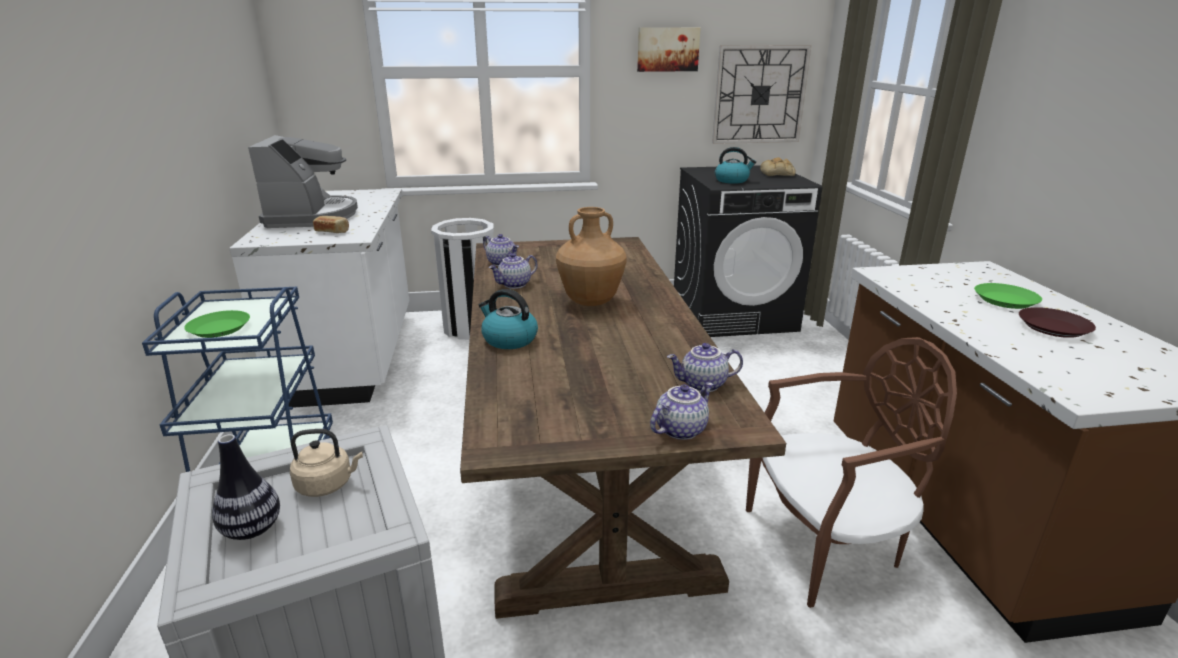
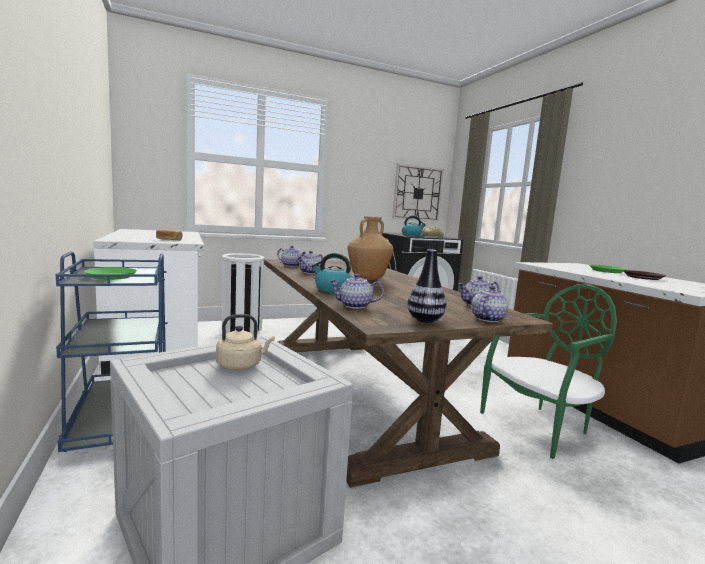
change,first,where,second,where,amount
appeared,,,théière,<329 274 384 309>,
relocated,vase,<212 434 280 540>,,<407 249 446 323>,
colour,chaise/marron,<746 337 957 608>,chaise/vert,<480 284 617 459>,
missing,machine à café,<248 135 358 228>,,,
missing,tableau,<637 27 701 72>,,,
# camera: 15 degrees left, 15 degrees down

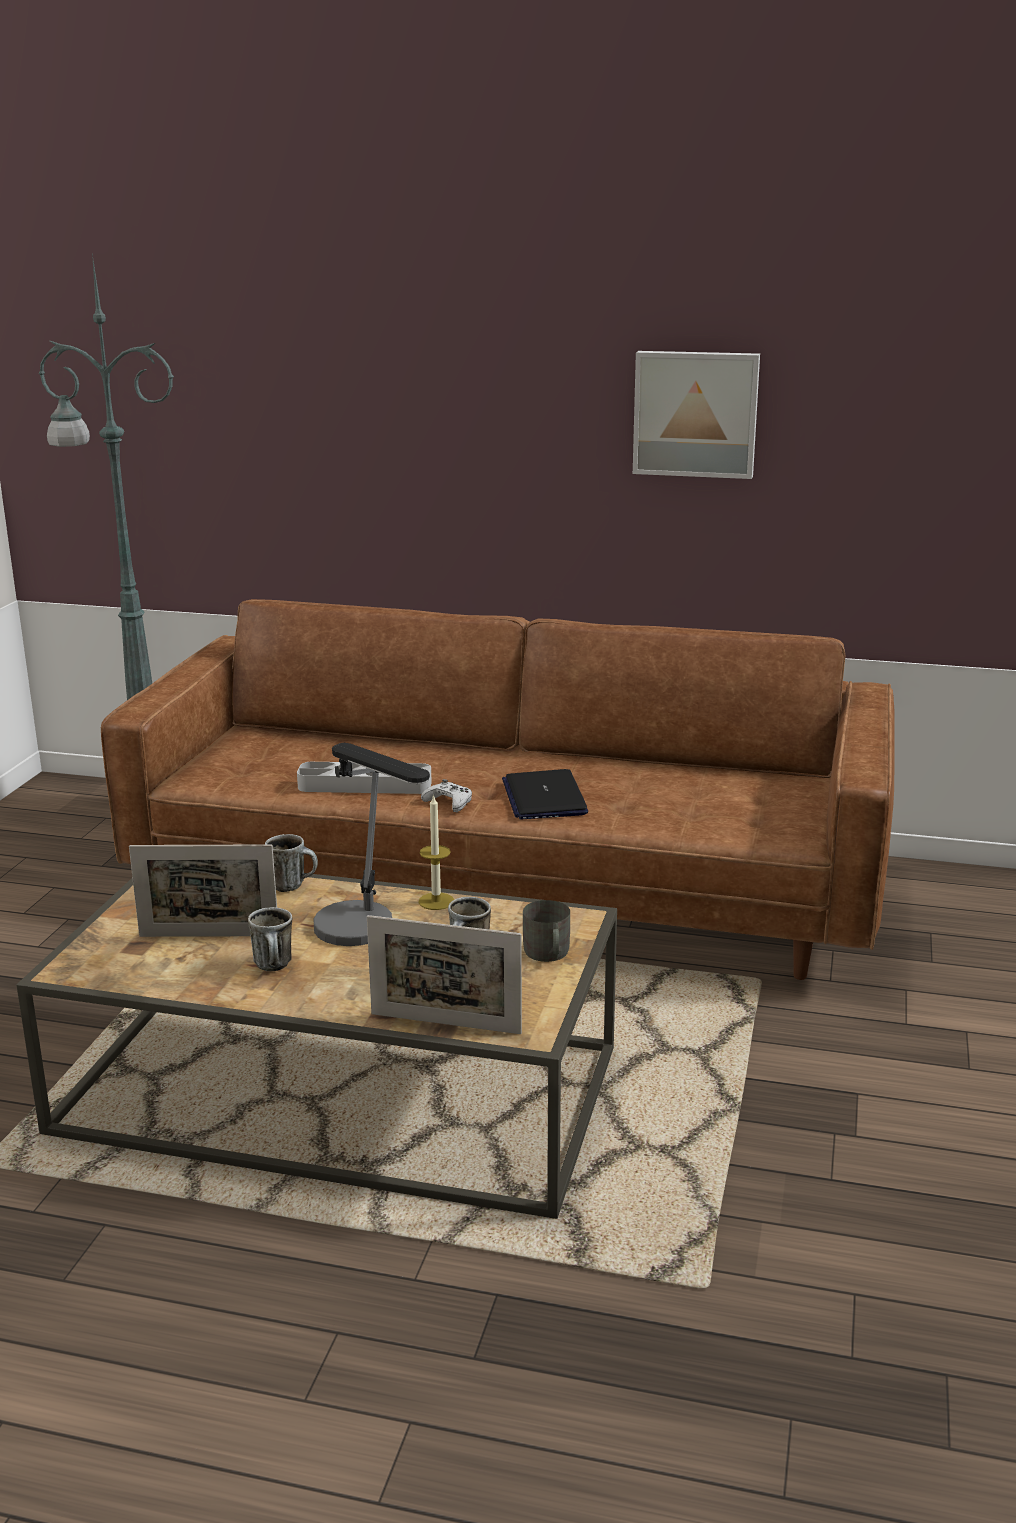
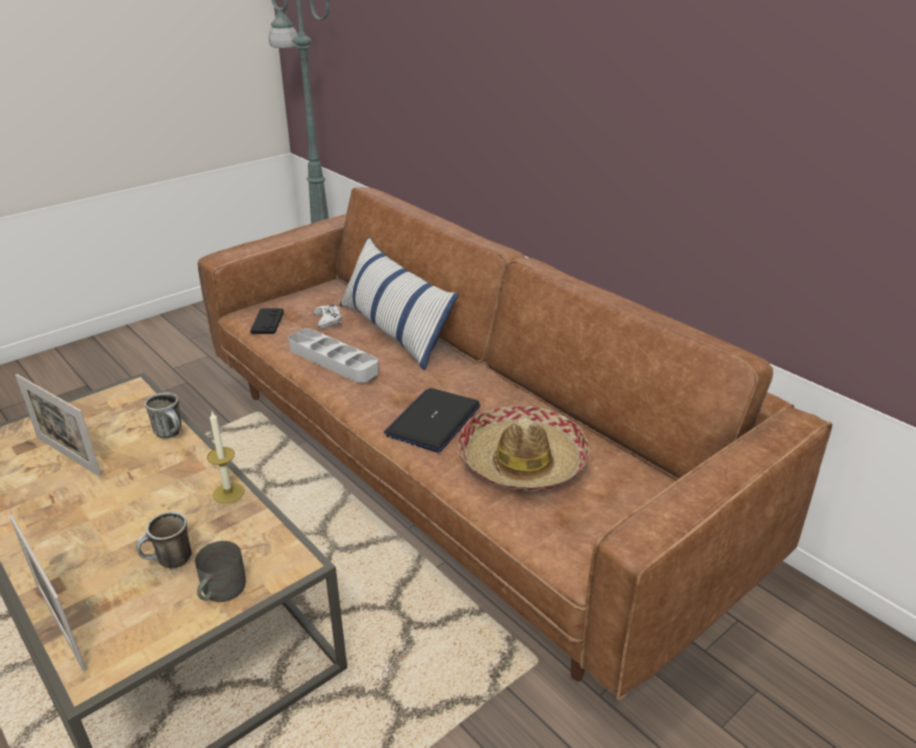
change,first,where,second,where,amount
appeared,,,manette/noir,<250 308 284 334>,
relocated,manette/blanc,<421 779 472 812>,,<314 303 342 329>,
appeared,,,coussin,<340 237 459 371>,
appeared,,,chapeau,<458 406 590 491>,
missing,mug,<248 907 292 971>,,,
missing,lampe de table,<314 743 430 946>,,,
missing,tableau,<633 351 760 479>,,,
# camera: 35 degrees right, 10 degrees up

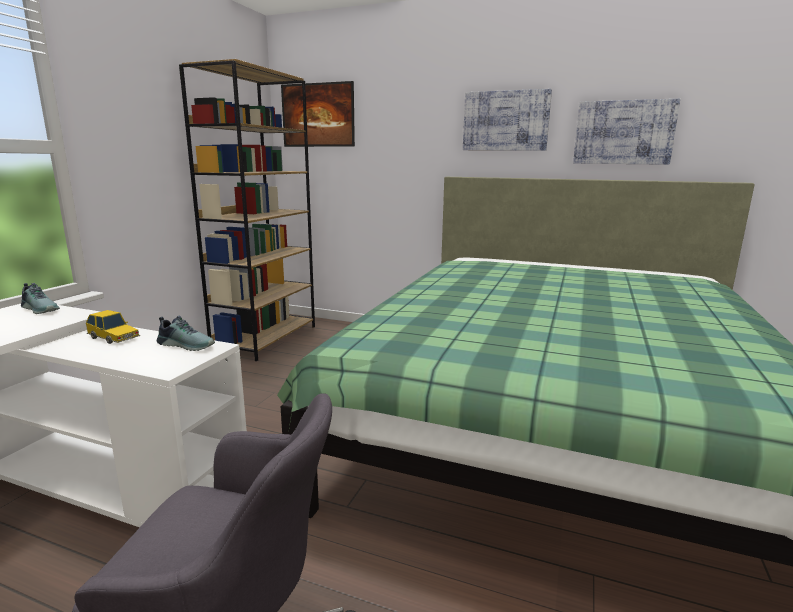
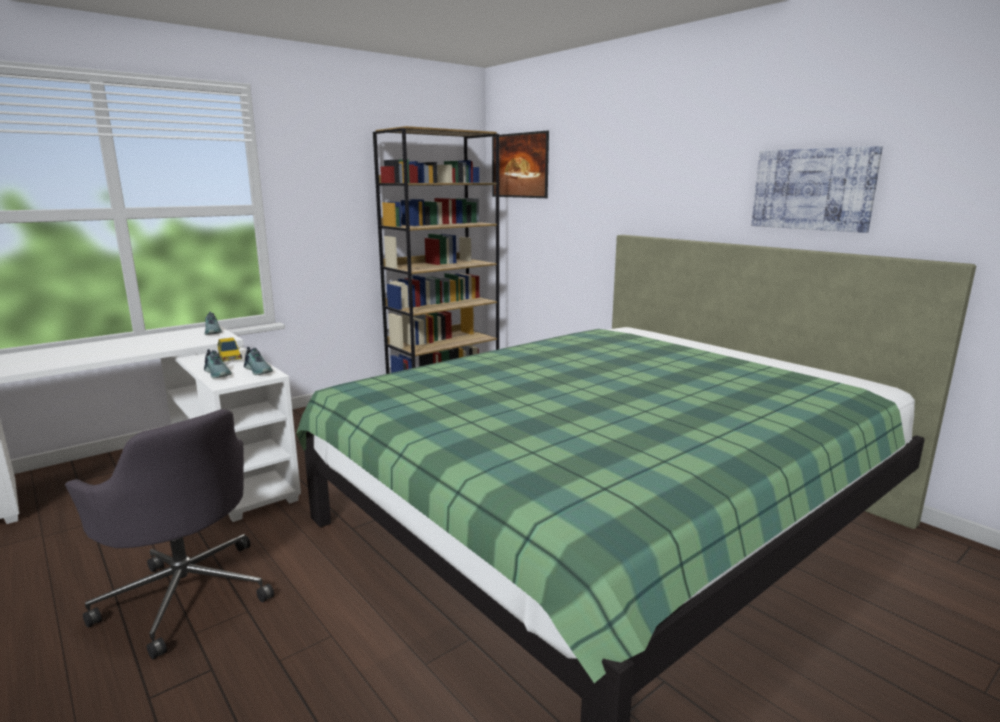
change,first,where,second,where,amount
appeared,,,chaussure,<204 349 232 378>,
missing,tableau,<463 89 552 151>,,,
# camera: 30 degrees right, 0 degrees up

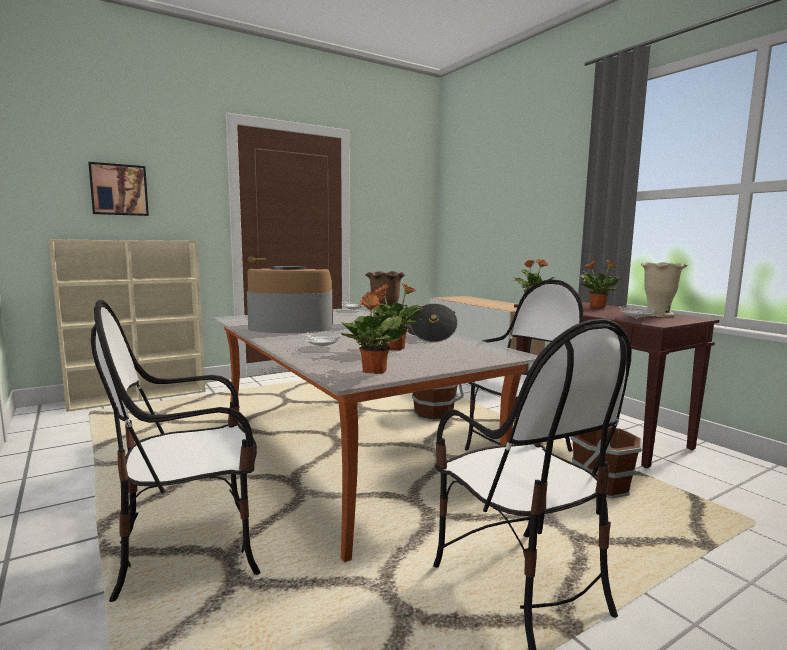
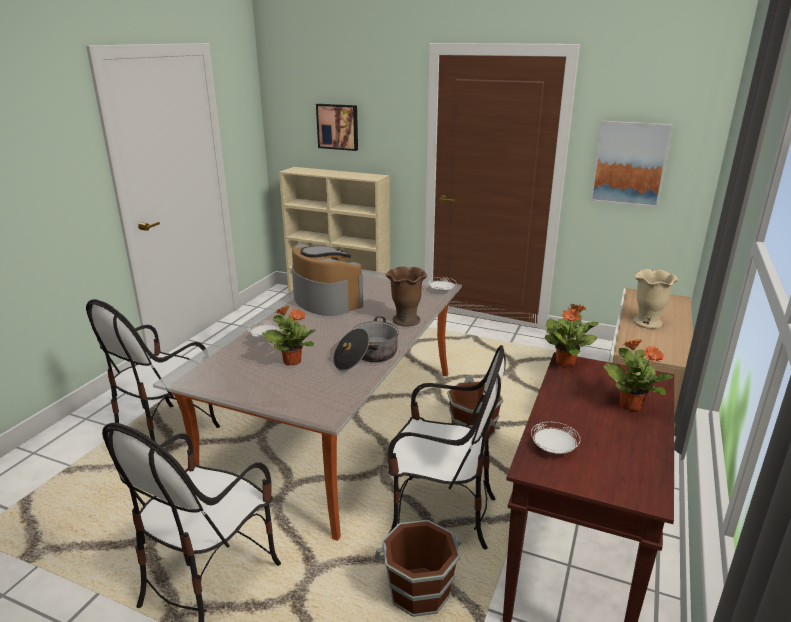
change,first,where,second,where,amount
spun,chaise,<91 300 260 602>,,<86 299 220 441>,90 degrees counterclockwise
appeared,,,tableau,<590 121 673 207>,
relocated,vase/beige,<641 262 687 317>,,<633 269 679 329>,
missing,plante en pot,<341 291 407 374>,,,
# camera: 55 degrees right, 15 degrees up

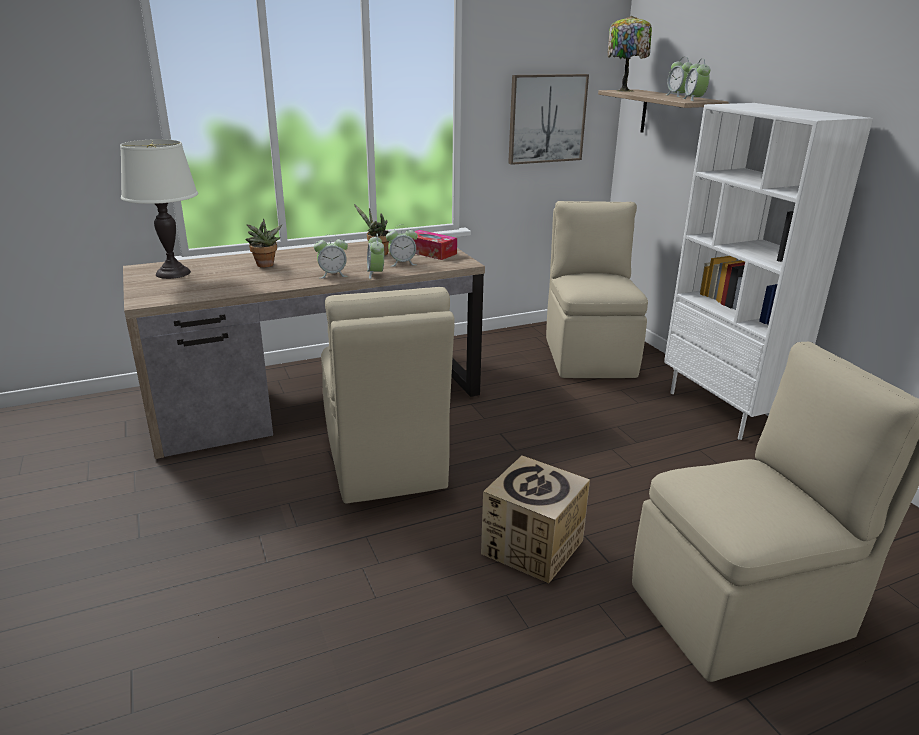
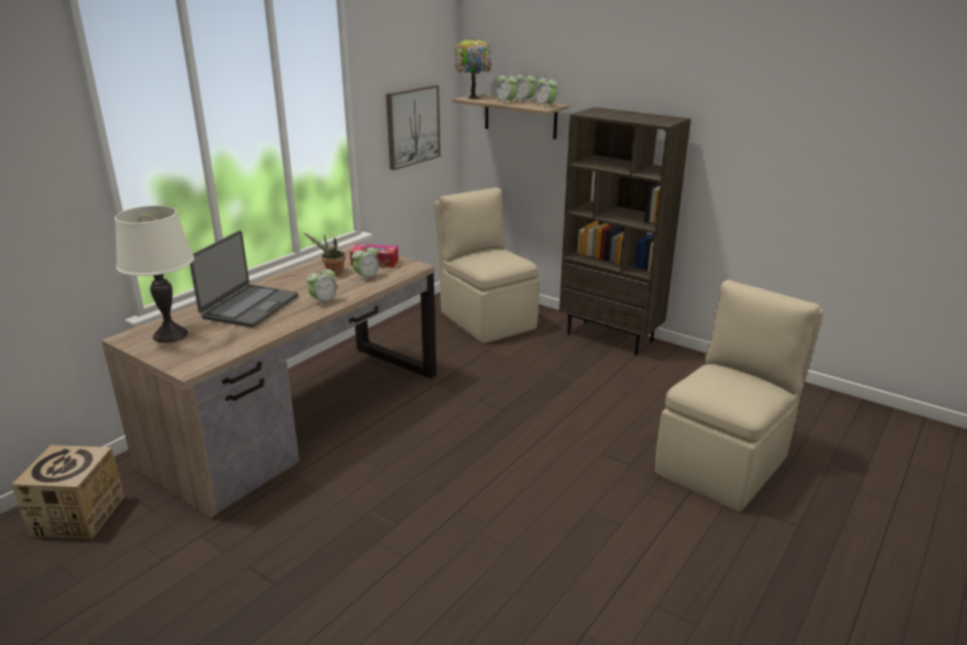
change,first,where,second,where,amount
relocated,carton,<481 455 590 583>,,<11 445 124 539>,
exchanged,plante en pot,<246 218 282 268>,ordinateur portable,<190 231 298 328>,
relocated,réveil,<367 234 384 279>,,<496 73 517 104>,
colour,bibliothèque/blanc,<664 103 873 440>,bibliothèque/marron,<559 107 691 356>,
missing,chaise/beige,<321 287 455 504>,,,
# camera: 30 degrees left, 0 degrees up

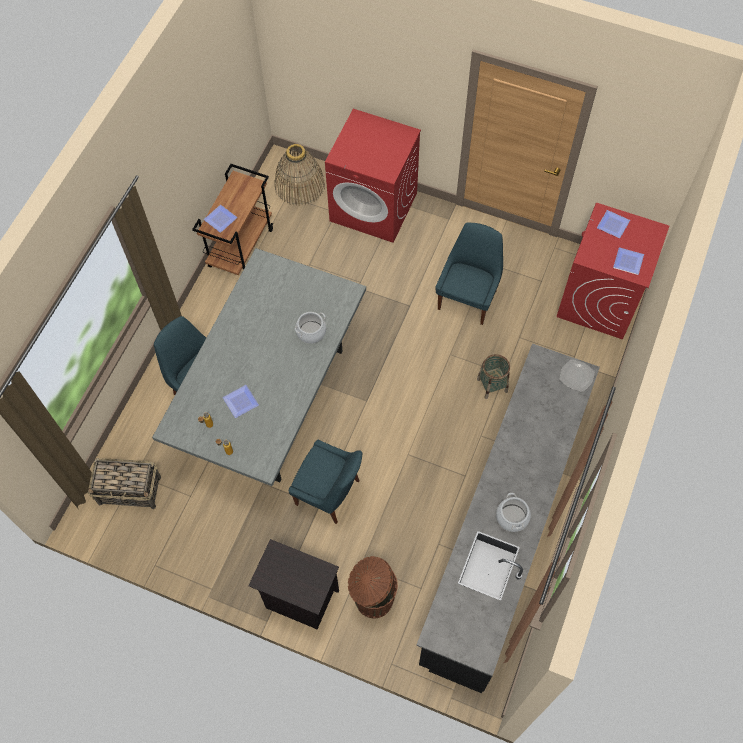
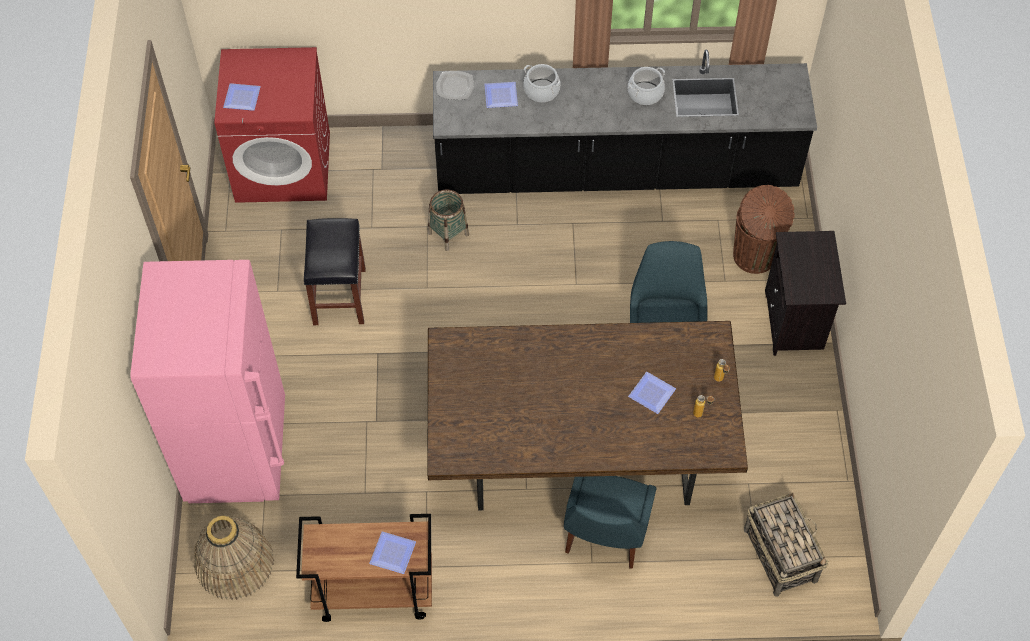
change,first,where,second,where,amount
exchanged,lave-linge/rouge,<325 109 421 243>,réfrigérateur/rose,<130 260 285 503>,
exchanged,chaise/bleu,<435 223 503 325>,tabouret/noir,<304 218 366 325>,
colour,table à manger/gris,<152 248 366 486>,table à manger/marron,<428 321 748 510>,
relocated,assiette,<613 247 644 275>,,<484 82 518 108>,
relocated,marmite,<294 312 326 344>,,<523 64 561 102>,
# camera: 115 degrees left, 5 degrees down

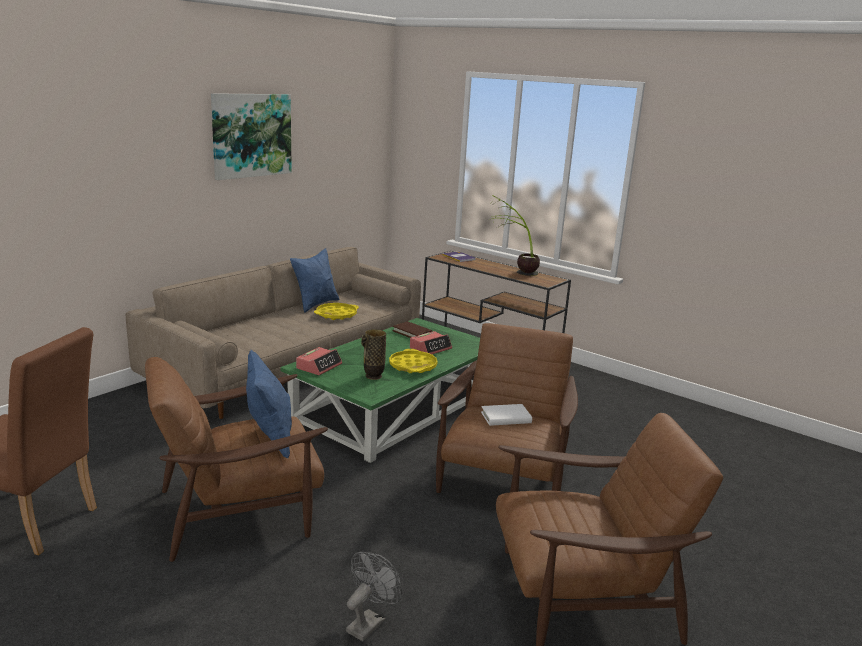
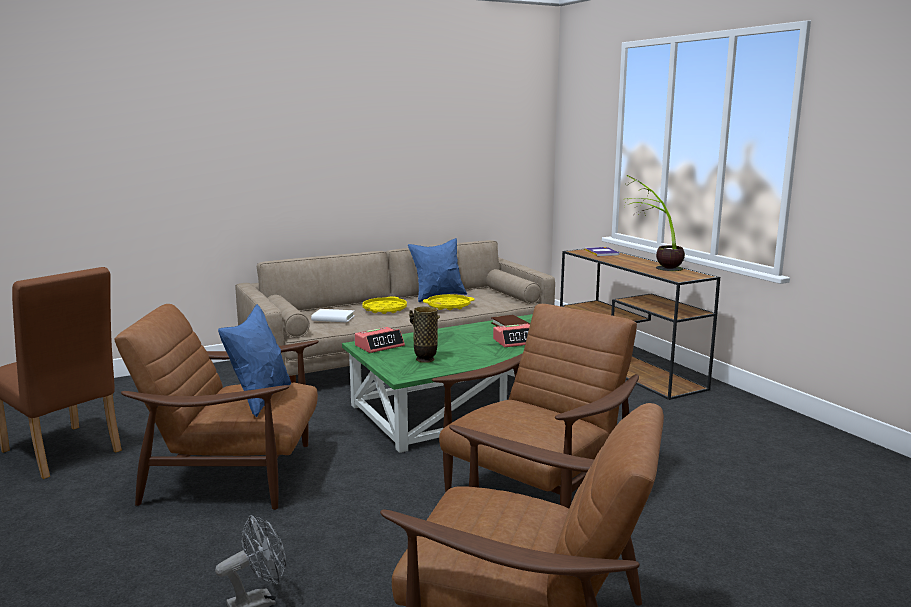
change,first,where,second,where,amount
relocated,livre/blanc,<481 404 532 426>,,<311 309 355 322>,
relocated,plateau/jaune,<389 349 437 373>,,<363 297 407 314>,
missing,tableau,<211 93 292 180>,,,
# camera: 25 degrees right, 5 degrees down

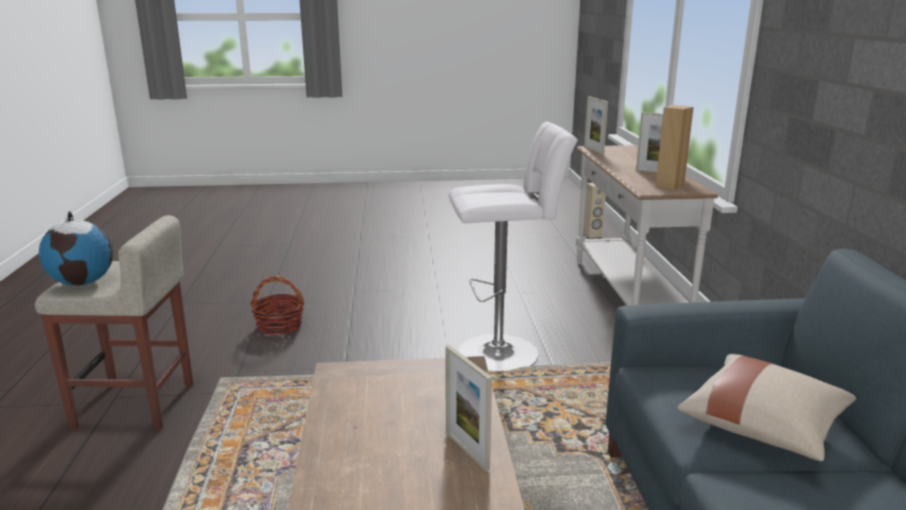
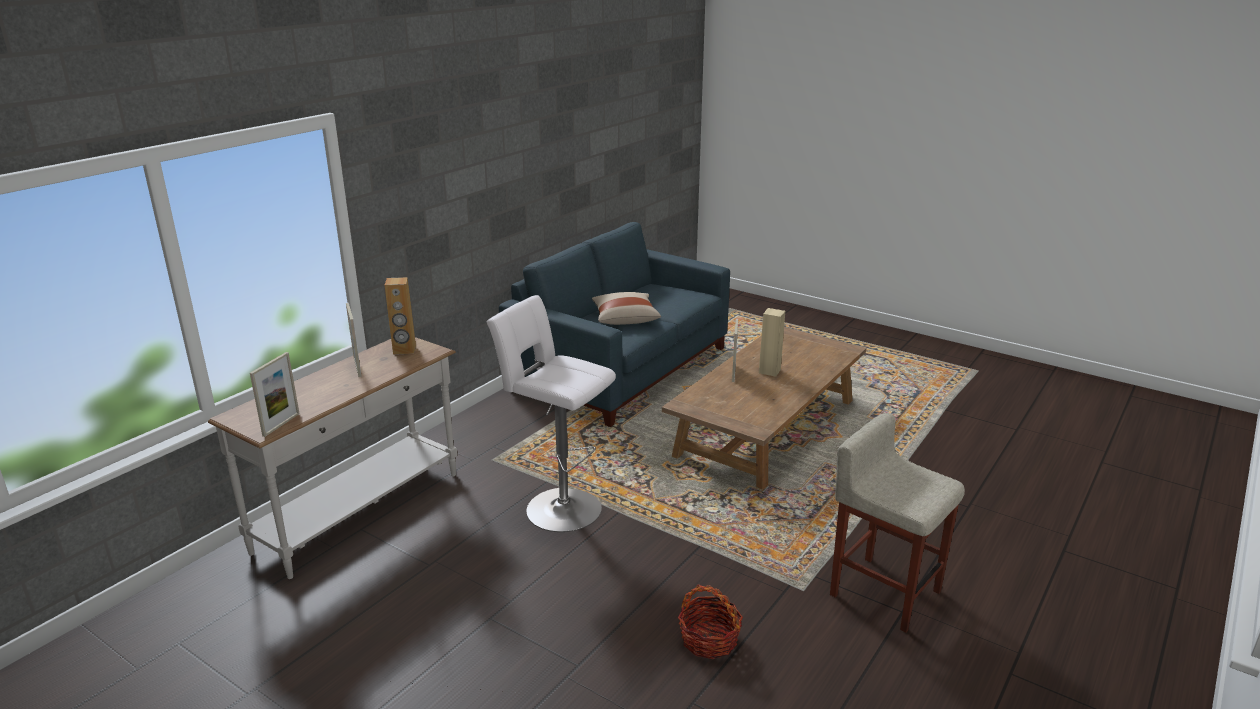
change,first,where,second,where,amount
relocated,enceinte/beige,<584 183 606 238>,,<759 308 785 377>,
missing,globe,<39 211 113 286>,,,
# camera: 140 degrees left, 5 degrees up

